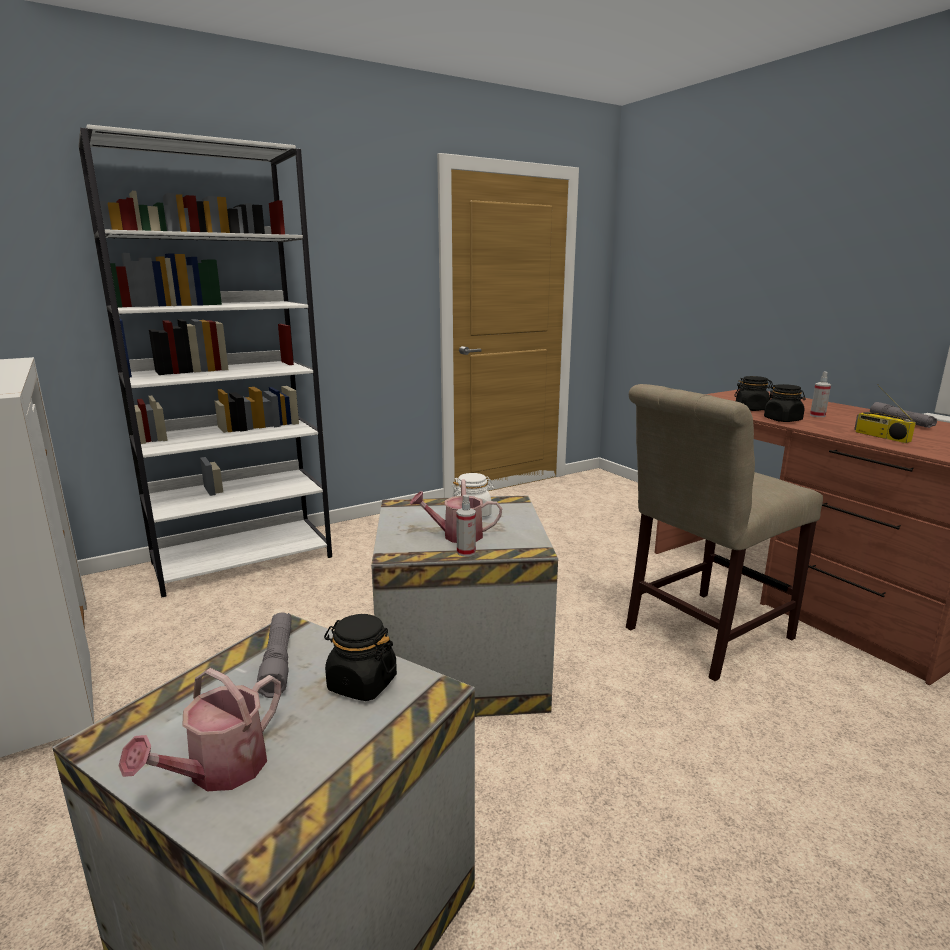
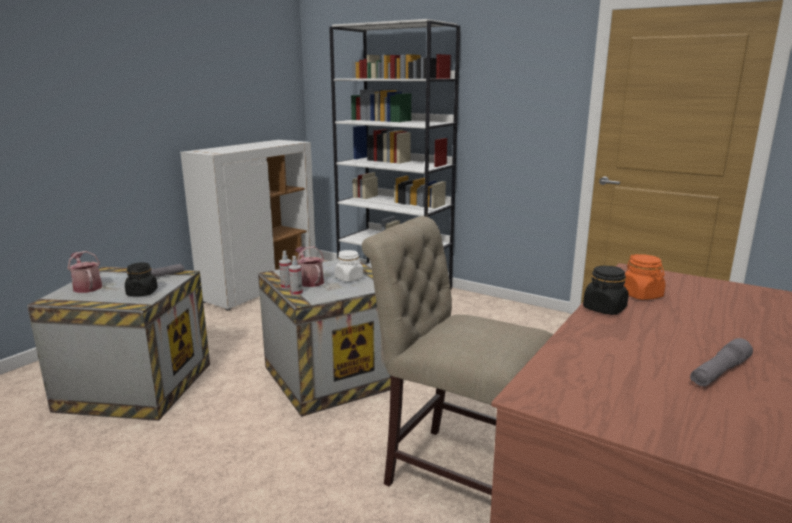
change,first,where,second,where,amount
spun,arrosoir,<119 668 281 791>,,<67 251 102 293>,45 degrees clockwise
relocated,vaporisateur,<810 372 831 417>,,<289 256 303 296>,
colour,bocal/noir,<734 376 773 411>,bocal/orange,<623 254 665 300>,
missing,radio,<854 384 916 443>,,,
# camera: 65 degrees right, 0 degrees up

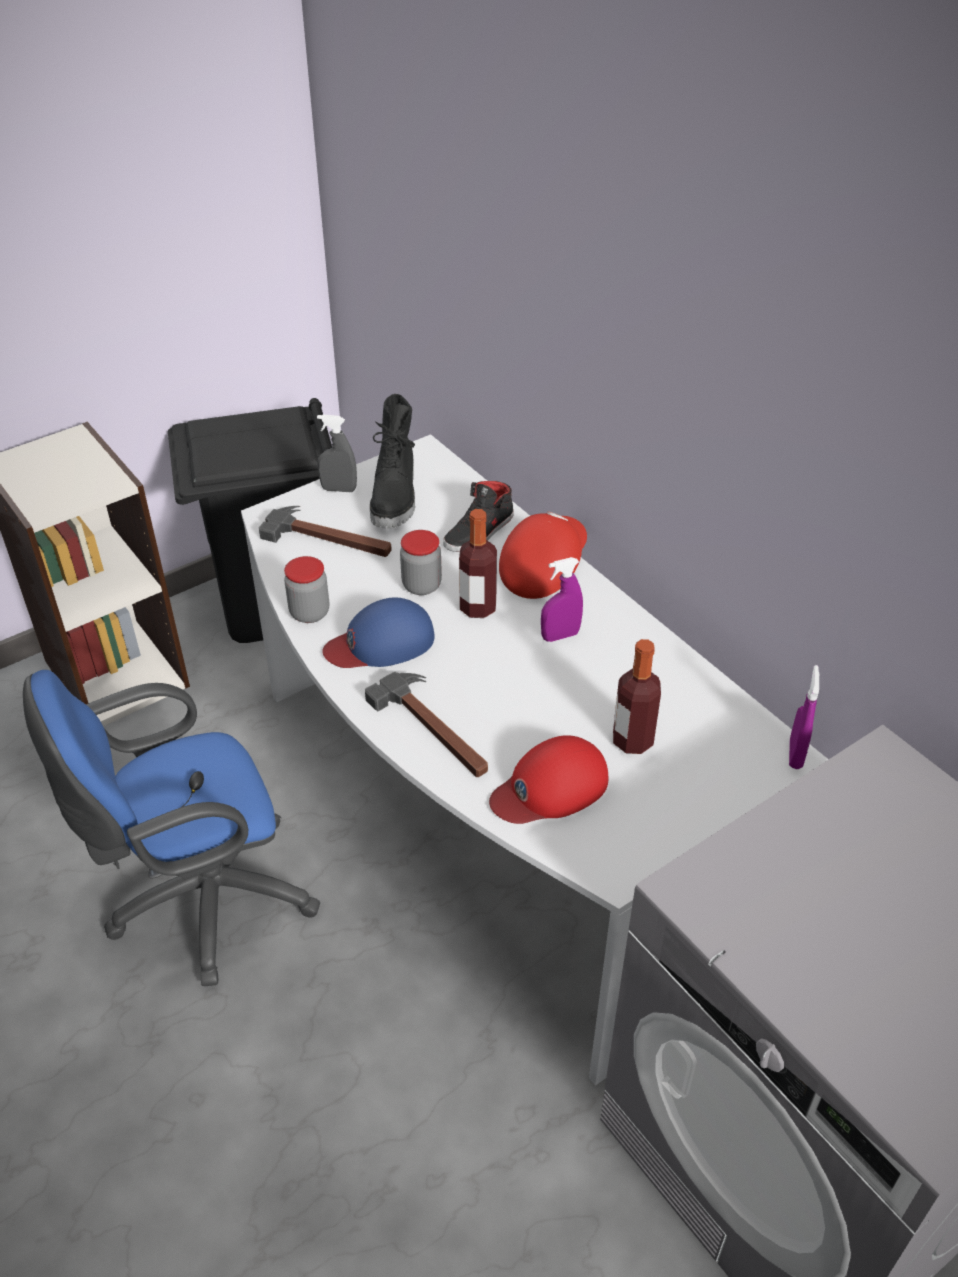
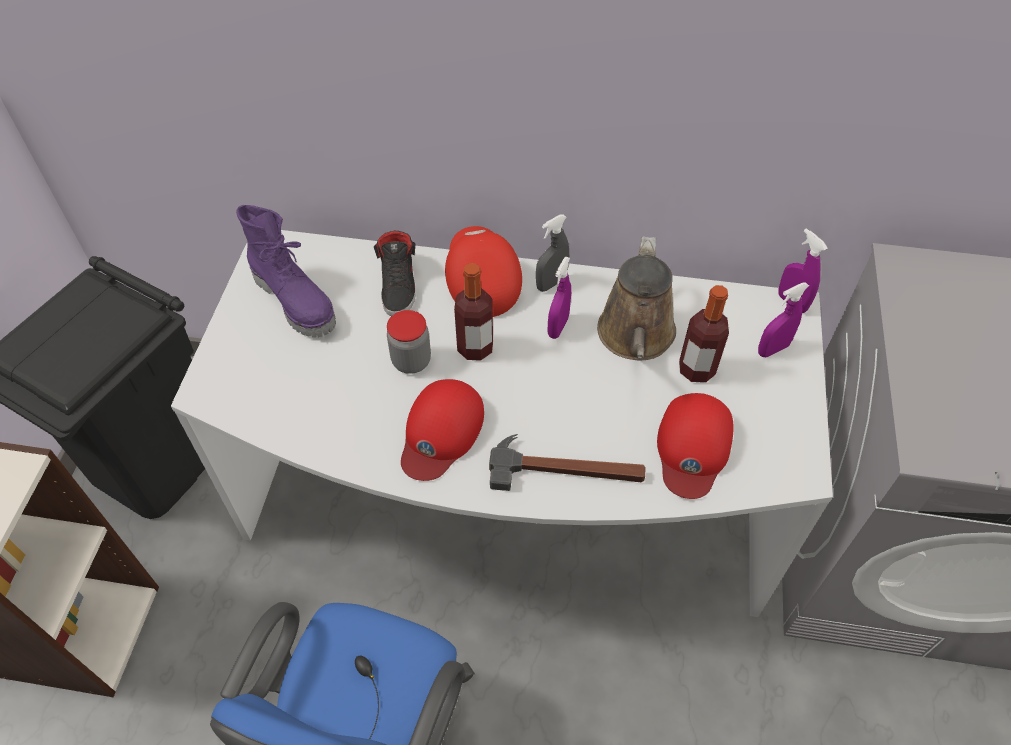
change,first,where,second,where,amount
colour,botte/noir,<370 394 415 529>,botte/violet,<236 205 336 337>,
colour,casquette/bleu,<322 598 435 668>,casquette/rouge,<401 379 484 481>,
relocated,vaporisateur/gris,<317 414 357 492>,,<536 215 569 292>,
appeared,,,arrosoir/marron,<597 236 676 360>,
appeared,,,vaporisateur/violet,<758 282 809 357>,
missing,marteau,<259 506 392 557>,,,
missing,bocal,<284 556 329 623>,,,
# camera: 45 degrees left, 10 degrees up

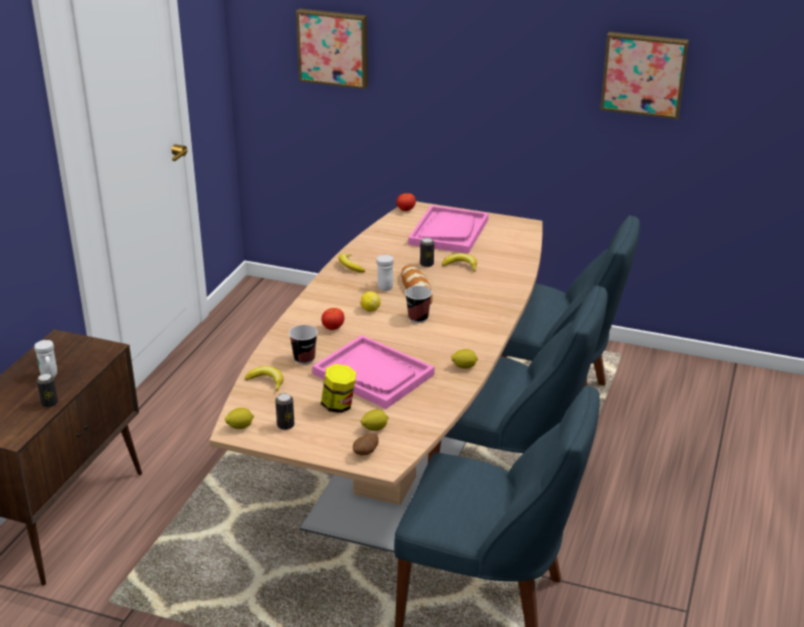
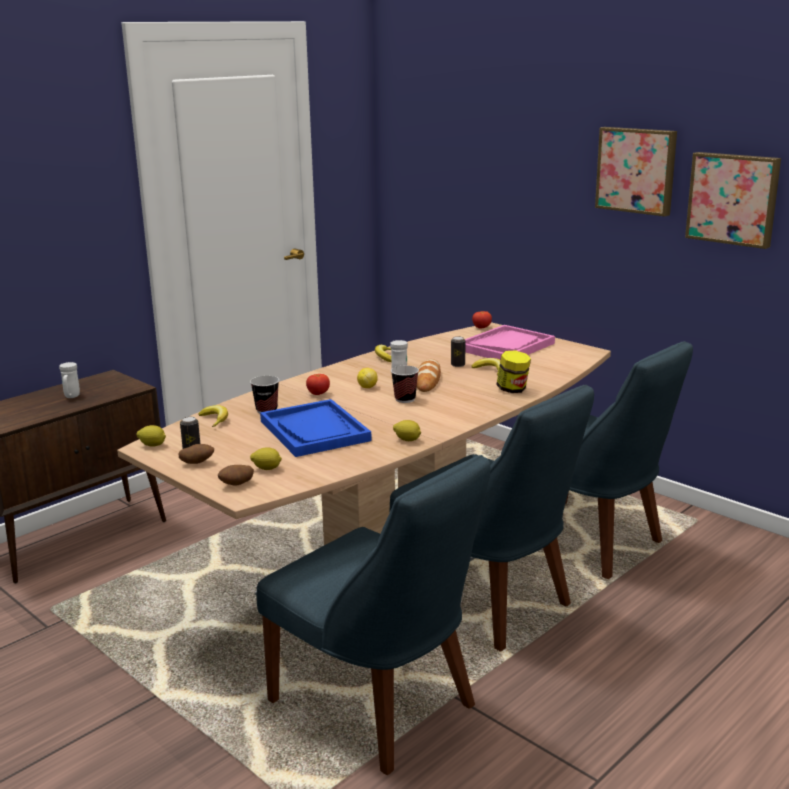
change,first,where,second,where,amount
appeared,,,pomme de terre,<179 444 214 464>,
colour,plateau/rose,<312 335 435 409>,plateau/bleu,<260 399 372 457>,
relocated,bocal,<321 364 356 413>,,<496 350 531 393>,
relocated,tableau,<296 9 368 89>,,<595 127 677 217>,
missing,boîte métallique,<37 373 58 408>,,,
# camera: 25 degrees right, 10 degrees down

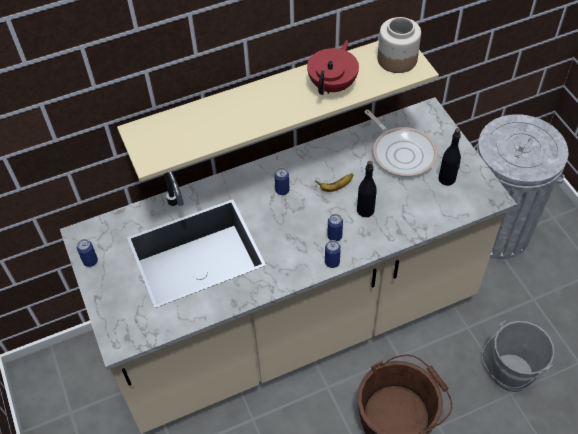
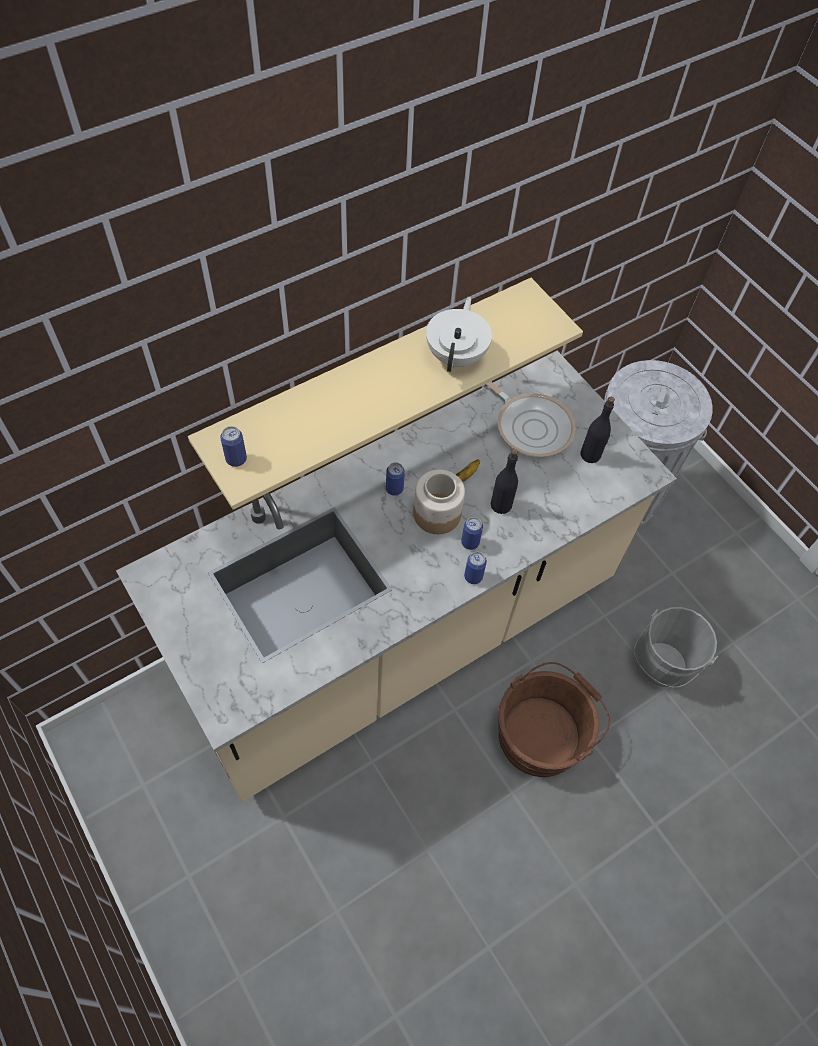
change,first,where,second,where,amount
relocated,boîte métallique,<77 239 98 267>,,<220 426 247 467>,
relocated,bocal,<377 17 421 73>,,<413 469 465 534>,
colour,théière/rouge,<307 40 359 95>,théière/blanc,<426 297 492 372>,
# camera: 15 degrees left, 5 degrees up

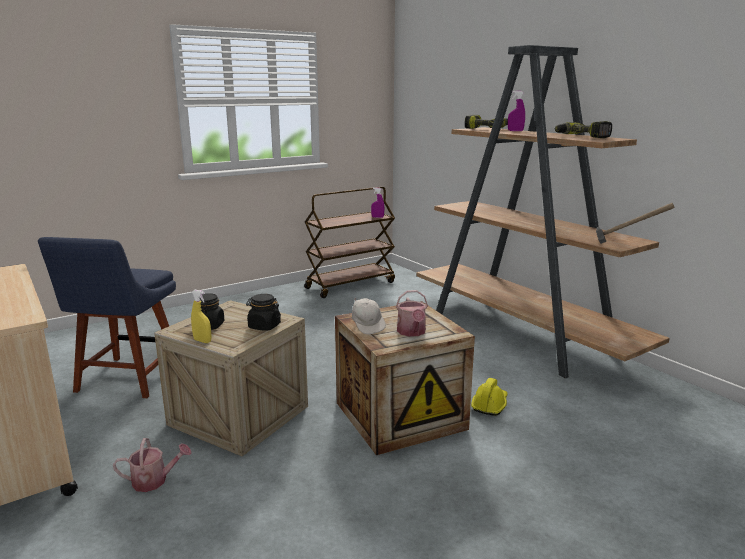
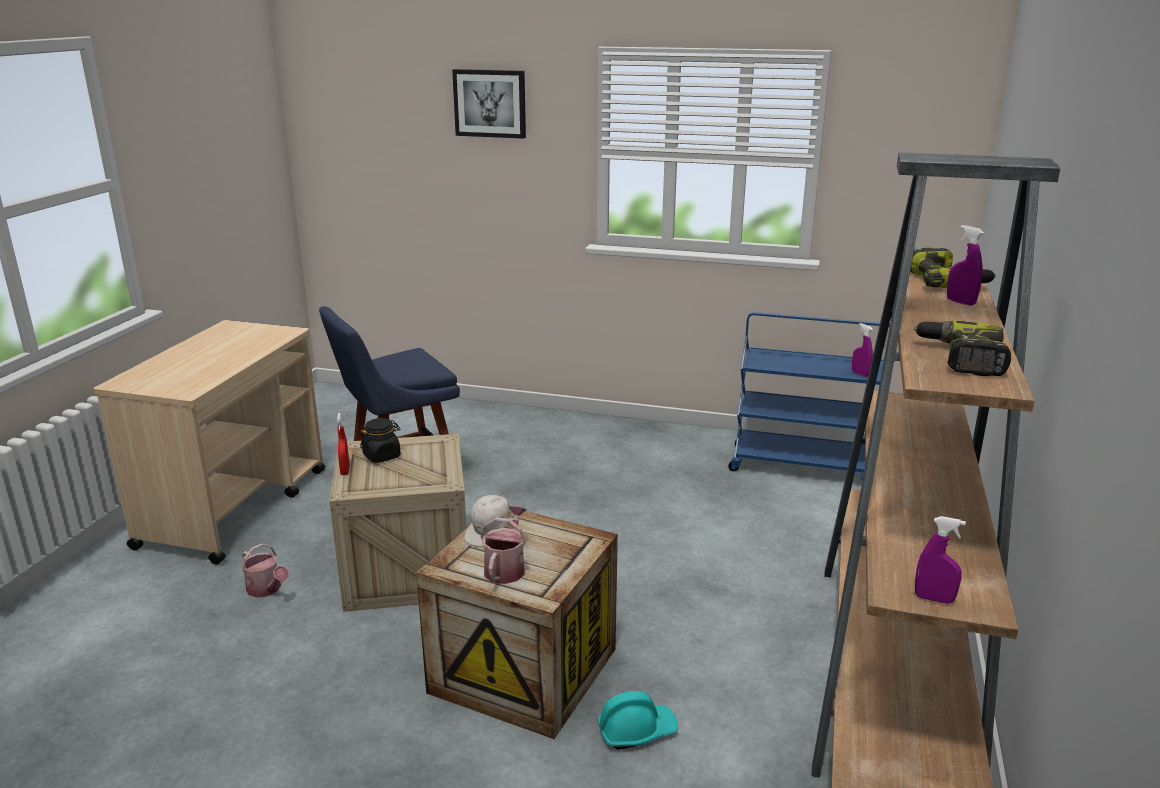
change,first,where,second,where,amount
colour,vaporisateur/jaune,<191 290 211 343>,vaporisateur/rouge,<337 413 350 475>,
appeared,,,tableau,<452 69 526 139>,
spun,arrosoir,<396 290 428 337>,,<480 506 527 584>,150 degrees clockwise
colour,casque de chantier/jaune,<471 378 507 416>,casque de chantier/turquoise,<598 691 678 750>,
colour,chariot/marron,<304 187 395 298>,chariot/bleu,<728 312 890 480>,
exchanged,marteau,<596 203 675 244>,vaporisateur/violet,<915 516 966 604>,
missing,bocal/noir,<246 294 281 331>,,,
# camera: 50 degrees right, 5 degrees up

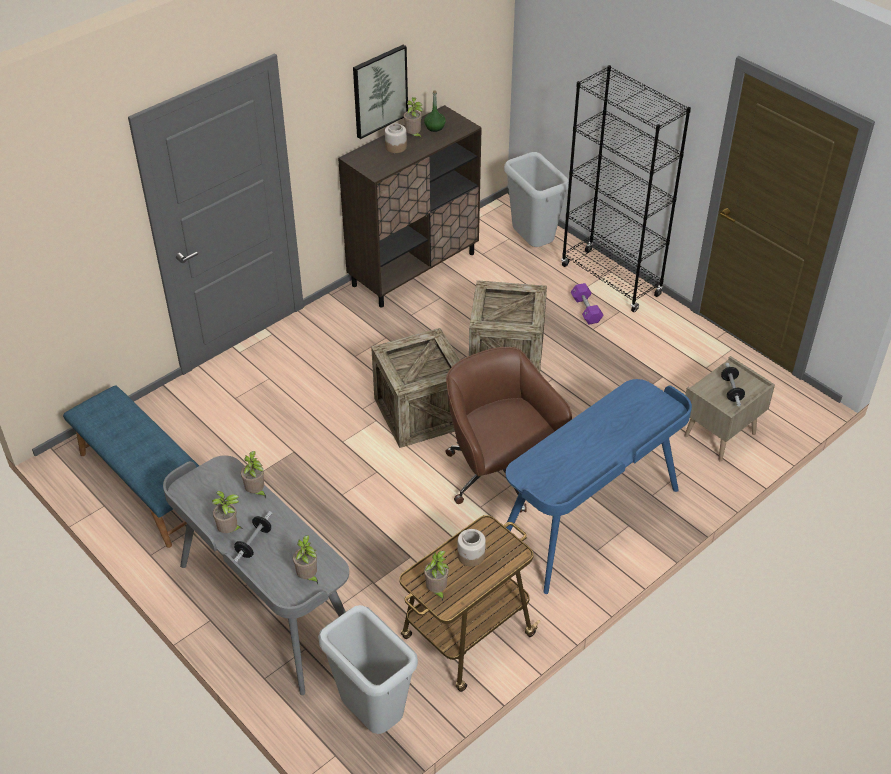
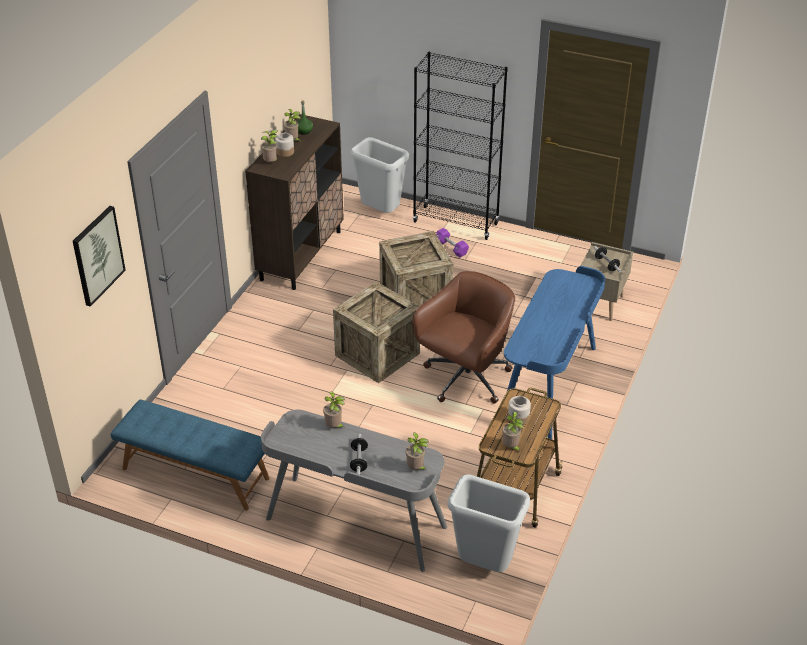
change,first,where,second,where,amount
relocated,tableau,<353 45 408 139>,,<73 206 126 307>,
relocated,plante en pot,<212 491 243 533>,,<261 130 278 162>,
spun,chaise de bureau/marron,<445 347 572 512>,,<412 271 515 404>,90 degrees clockwise
# camera: 25 degrees left, 5 degrees down

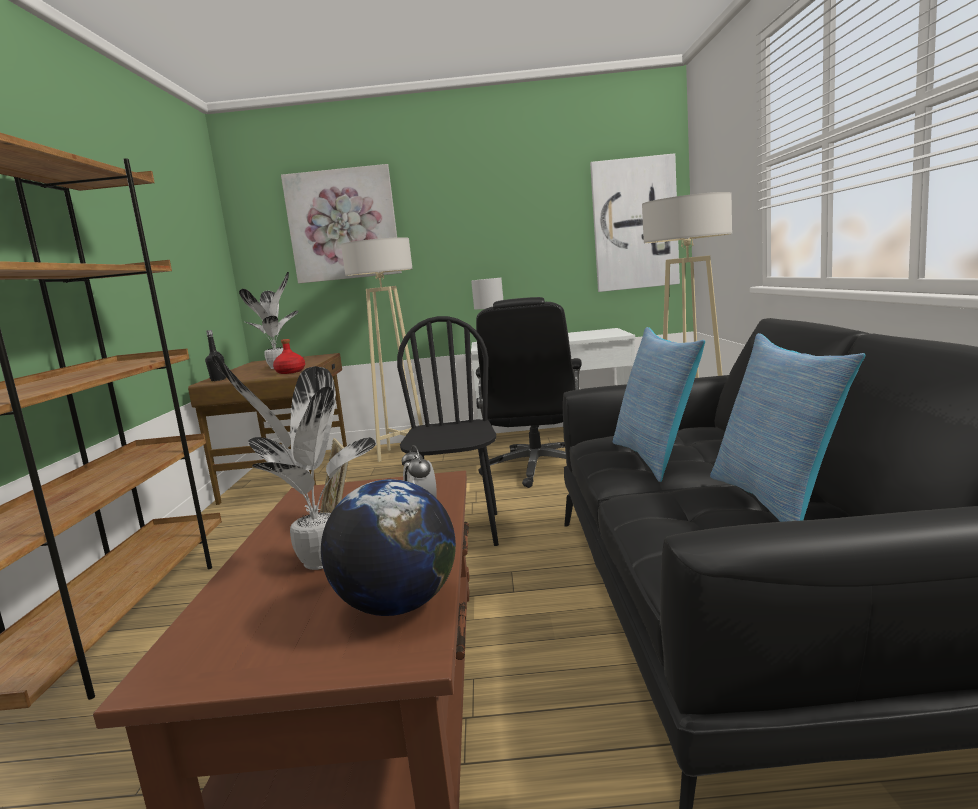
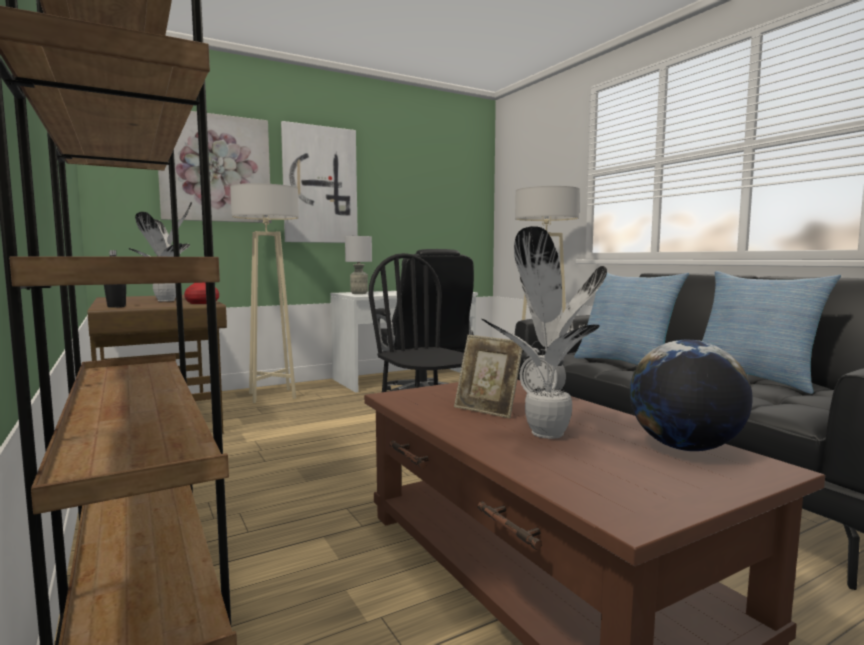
change,first,where,second,where,amount
relocated,tableau,<590 153 680 292>,,<281 121 358 243>,
# camera: 30 degrees left, 5 degrees down

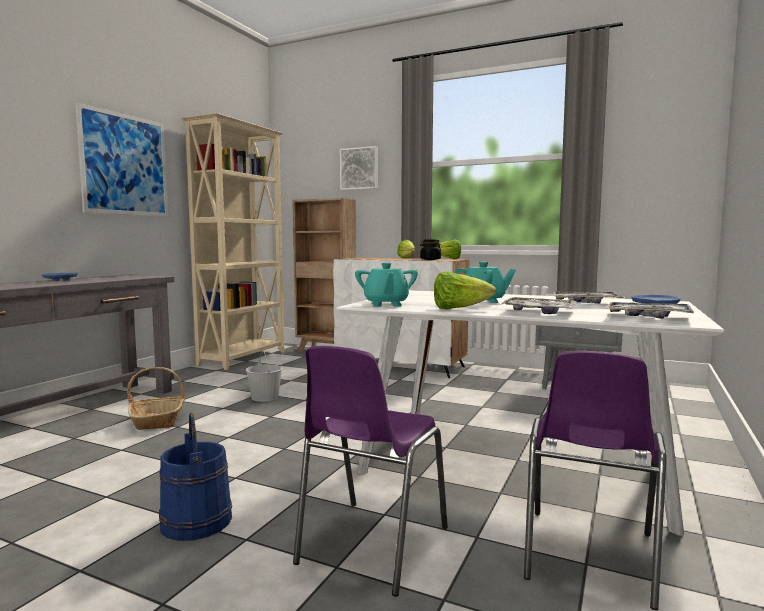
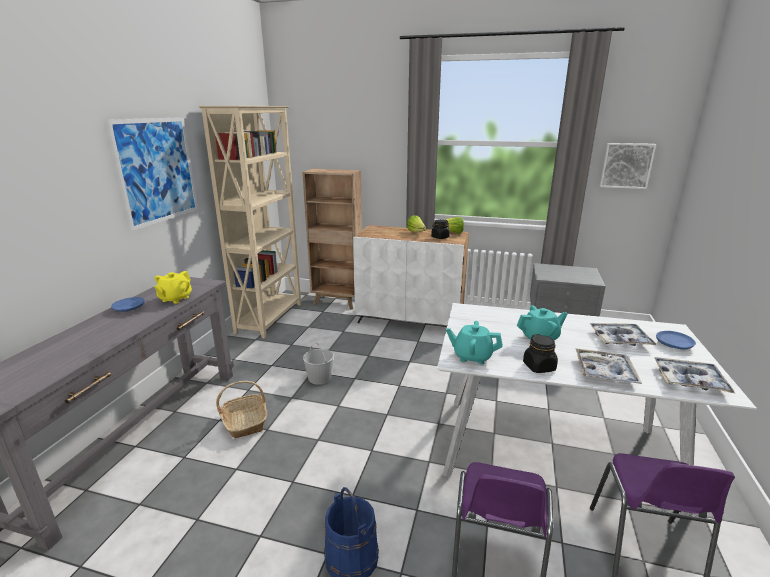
change,first,where,second,where,amount
appeared,,,théière/jaune,<154 271 192 304>,
spun,théière/turquoise,<355 263 418 307>,,<446 321 503 365>,120 degrees clockwise
exchanged,laitue,<434 271 496 310>,bocal/noir,<523 334 558 373>,
relocated,tableau,<340 146 378 190>,,<600 143 656 189>,
# camera: 10 degrees left, 15 degrees up

